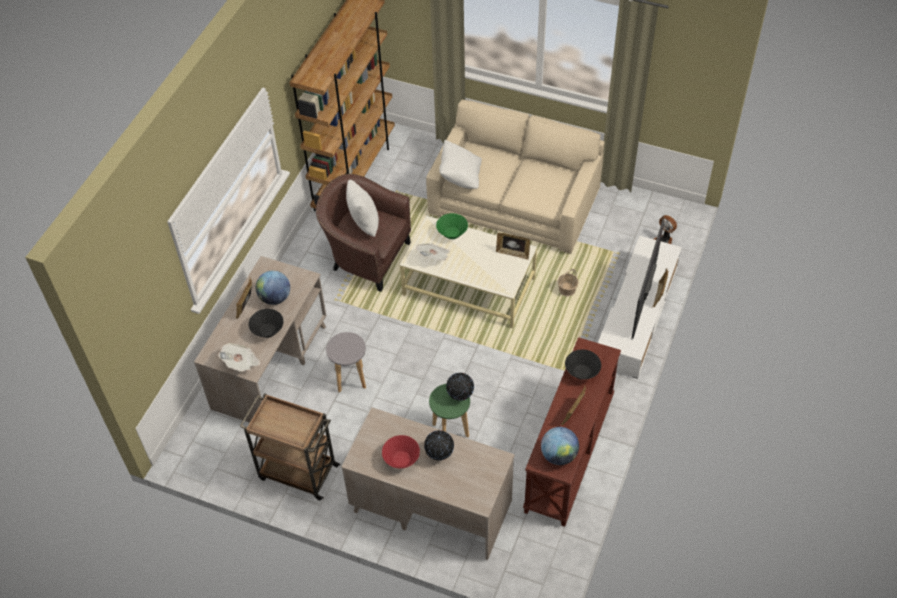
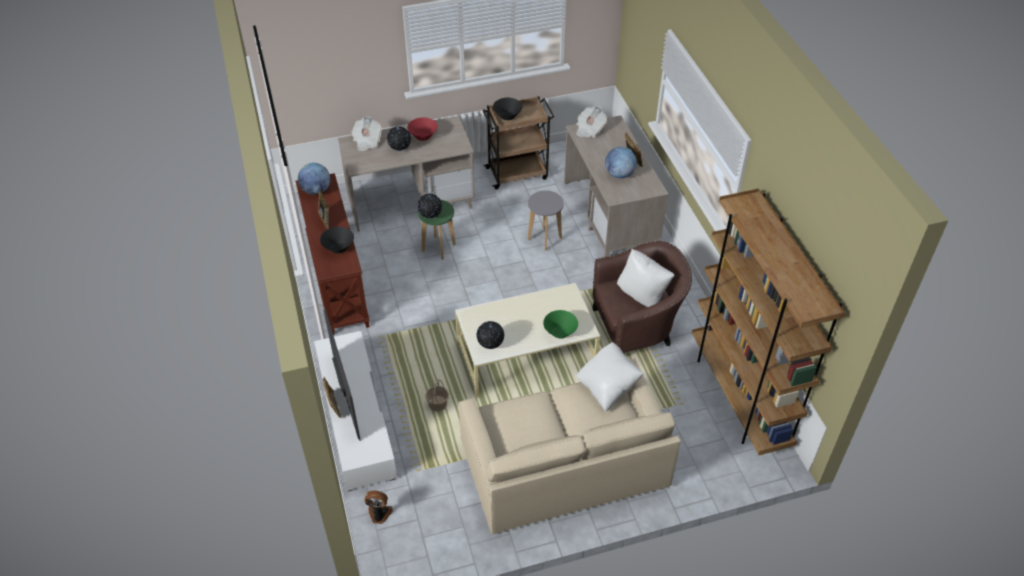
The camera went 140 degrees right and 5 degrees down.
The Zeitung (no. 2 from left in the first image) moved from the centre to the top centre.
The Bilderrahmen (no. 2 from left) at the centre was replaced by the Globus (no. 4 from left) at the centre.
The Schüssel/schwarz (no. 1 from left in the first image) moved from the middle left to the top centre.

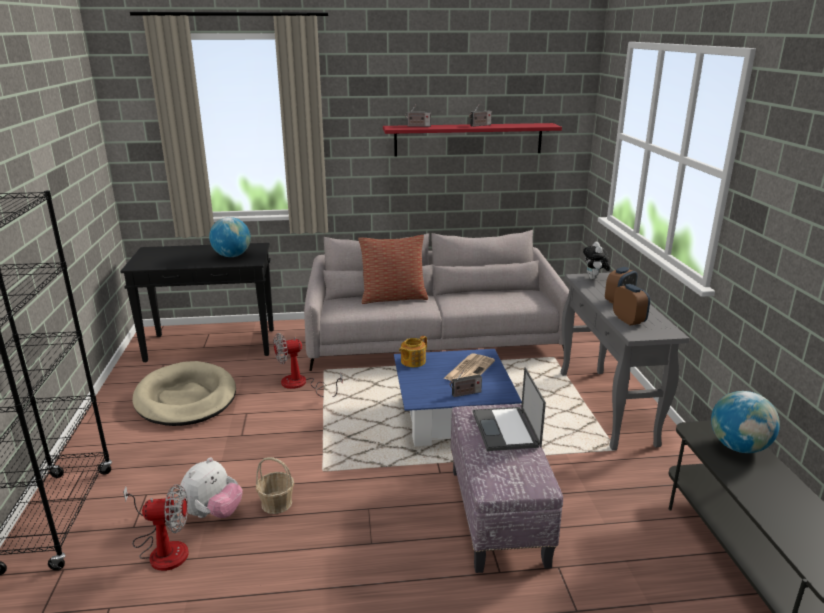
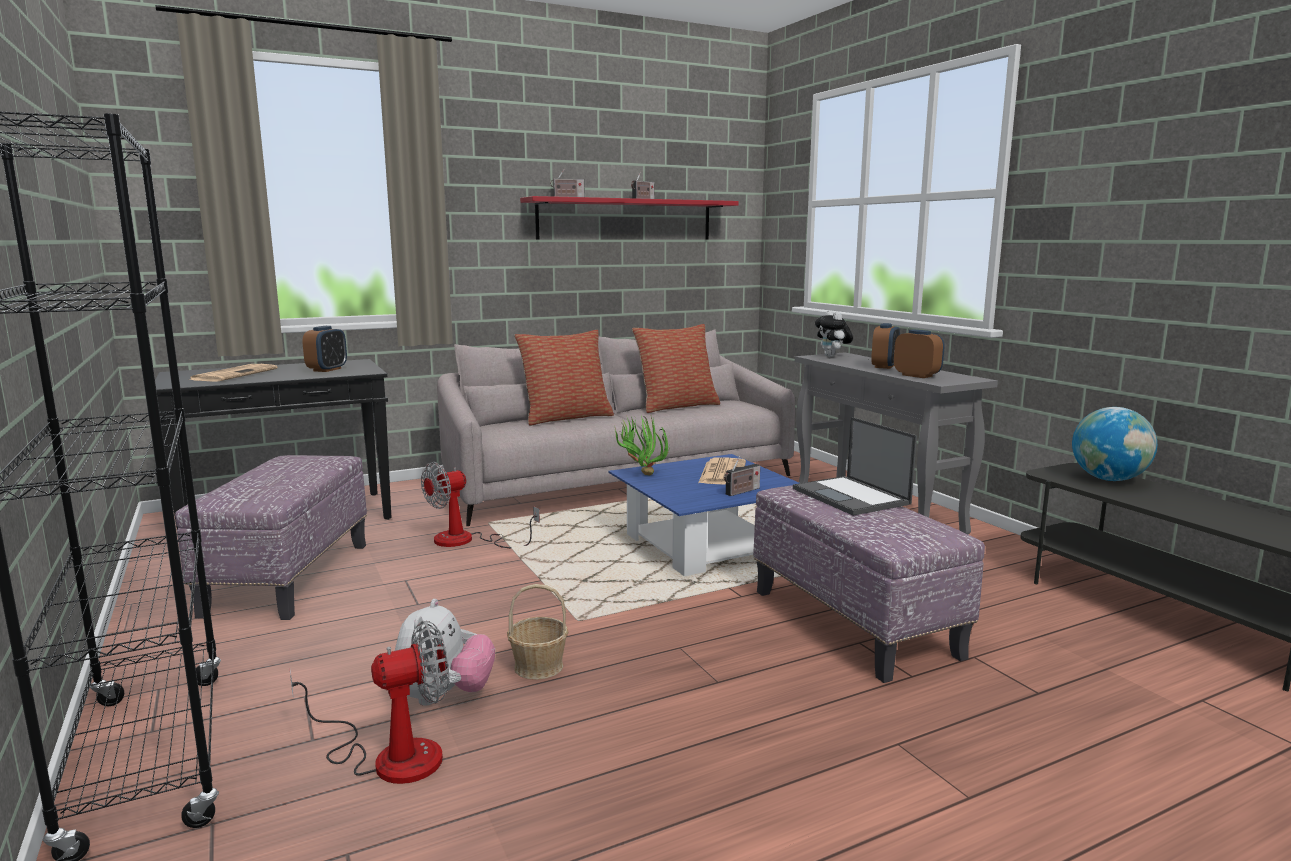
The camera went 20 degrees left and 10 degrees down.
The Hundebett/beige at the middle left was replaced by the Polsterhocker (no. 1 from left) at the middle left.
The Zeitung (no. 1 from left) at the middle left appeared.
The Globus (no. 1 from left) at the middle left was replaced by the Wecker (no. 1 from left) at the middle left.
The Teekanne at the centre was replaced by the Topfpflanze at the centre.
The Kissen (no. 2 from left) at the centre appeared.

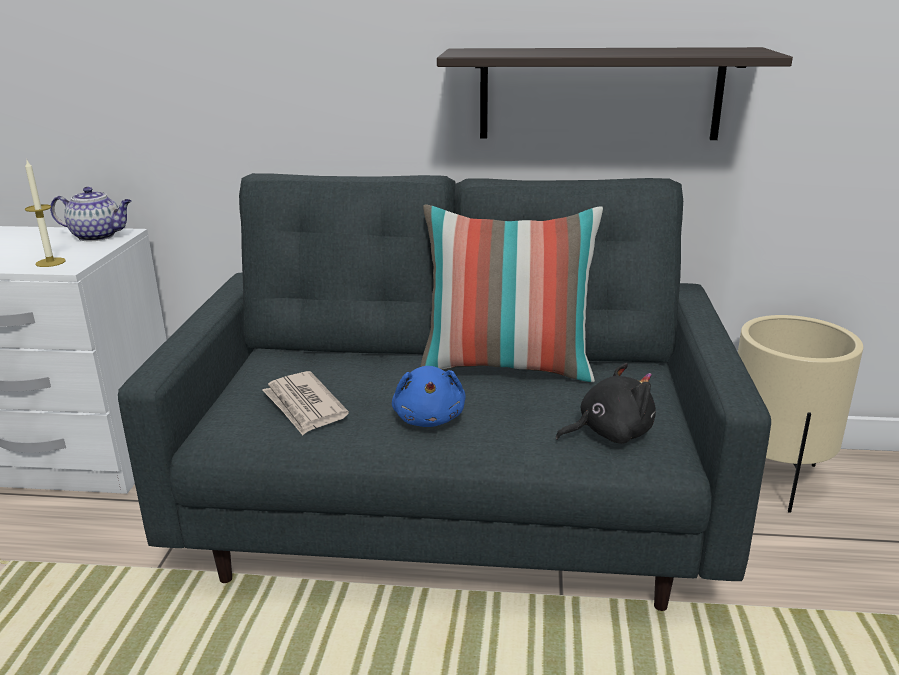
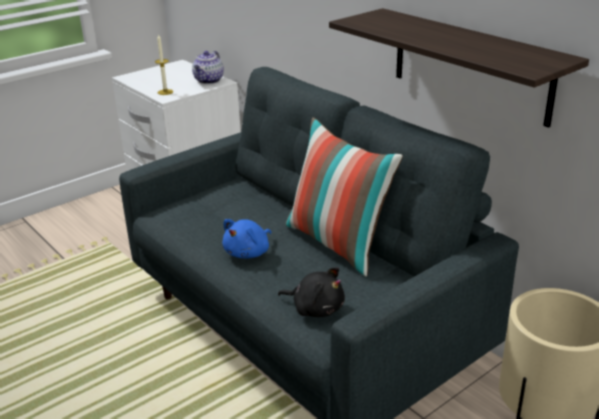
The camera went 45 degrees right and 5 degrees up.
The Teekanne at the top left turned 60 degrees clockwise.
The Zeitung at the centre disappeared.

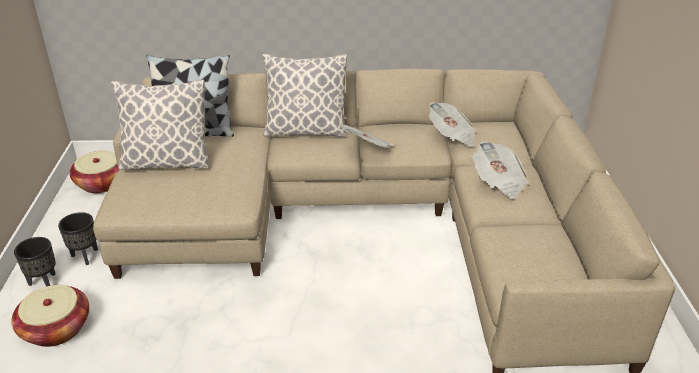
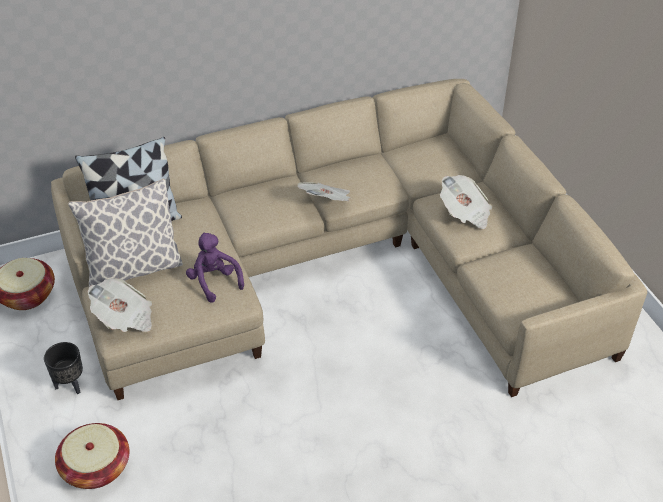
The camera went 20 degrees left and 10 degrees up.
The Zeitung (no. 2 from left in the first image) moved from the top centre to the middle left.
The Plüschtier/lila at the middle left appeared.
The Pflanzkübel/schwarz (no. 1 from left) at the bottom left disappeared.
The Kissen (no. 3 from left) at the top centre disappeared.

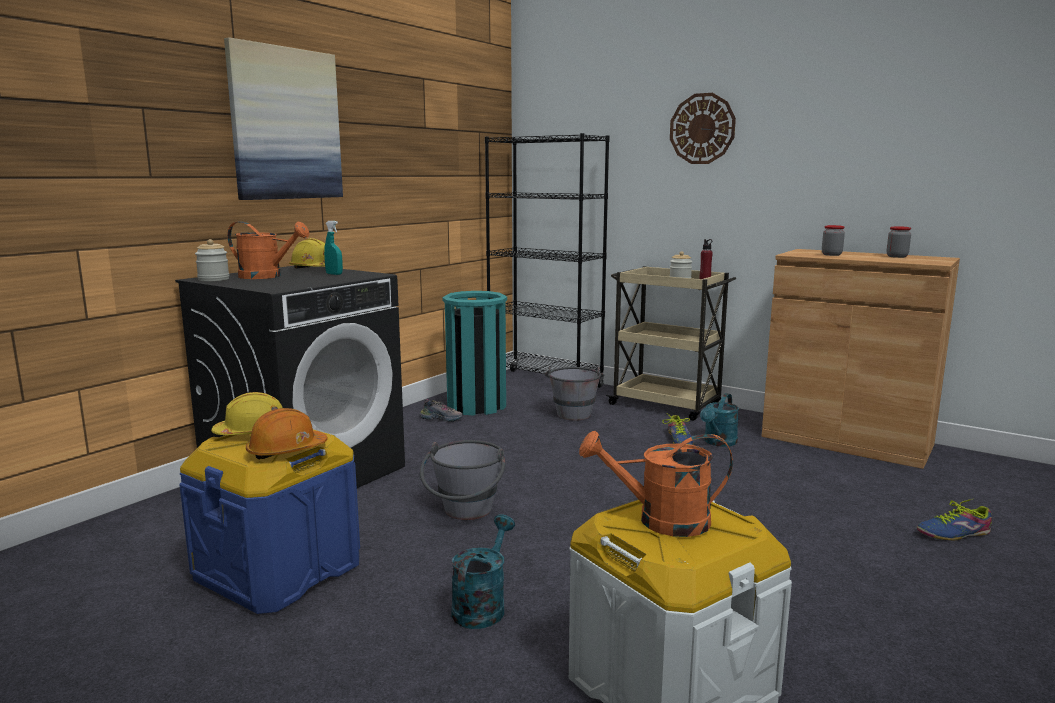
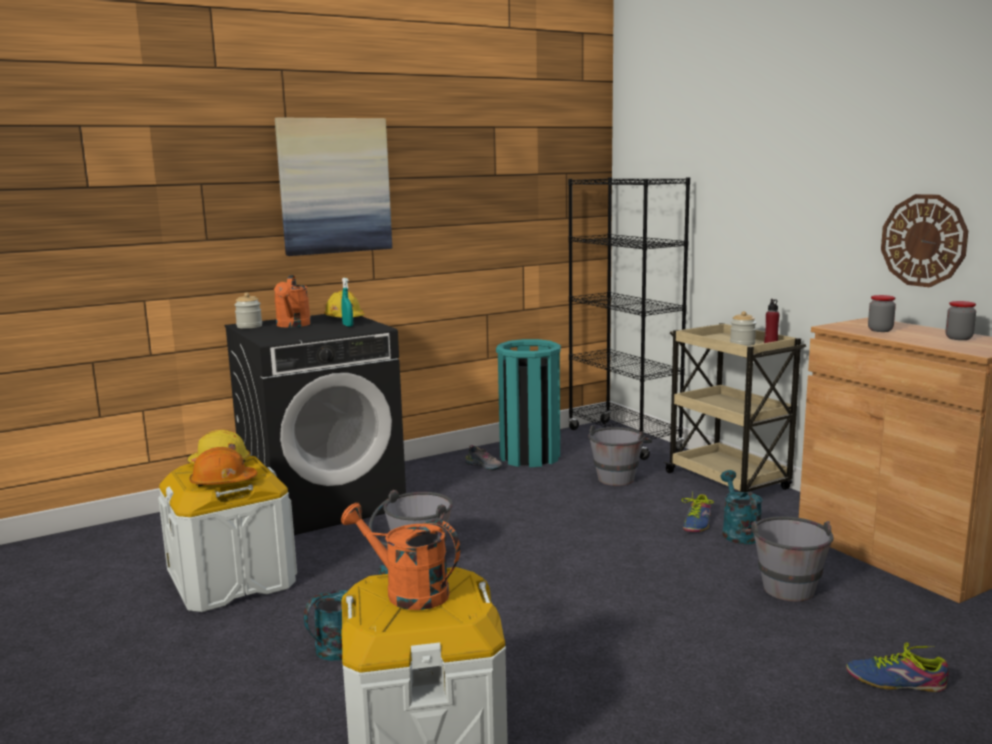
The camera went 25 degrees right and 0 degrees up.
The Aufbewahrungsbox/blau at the bottom left became the Aufbewahrungsbox/weiß (no. 1 from left) at the bottom left.
The Gießkanne/orange (no. 1 from left) at the middle left turned 45 degrees clockwise.
The Gießkanne/türkis (no. 2 from left) at the middle right turned 120 degrees clockwise.
The Eimer/grau (no. 3 from left) at the bottom right appeared.
The Wanduhr moved from the top centre to the top right.

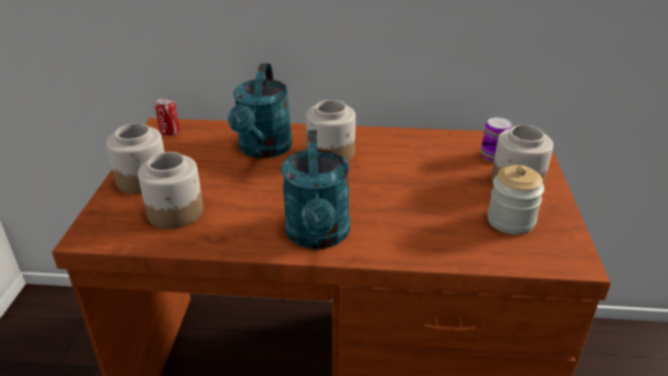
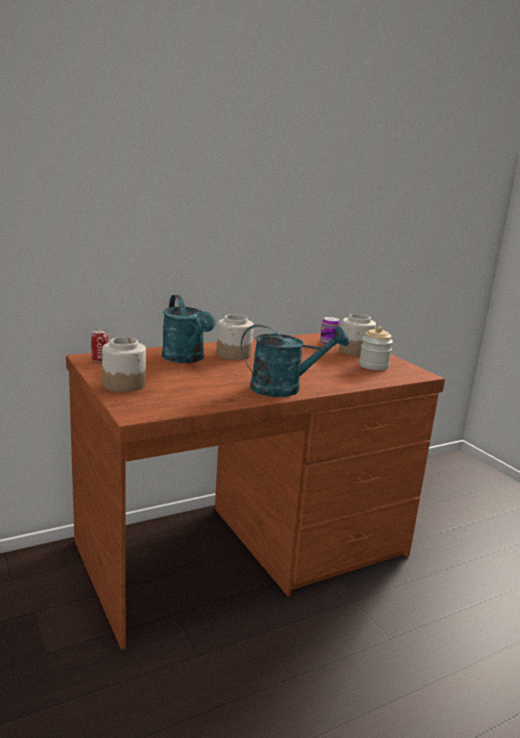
The camera went 35 degrees left and 15 degrees down.
The Gießkanne/türkis (no. 2 from left) at the centre turned 60 degrees counterclockwise.
The Vorratsglas (no. 2 from left) at the middle left disappeared.

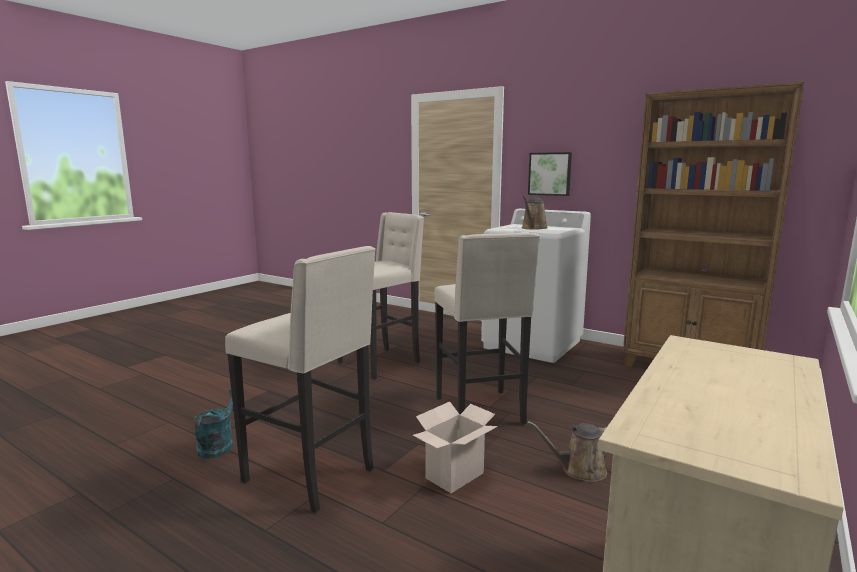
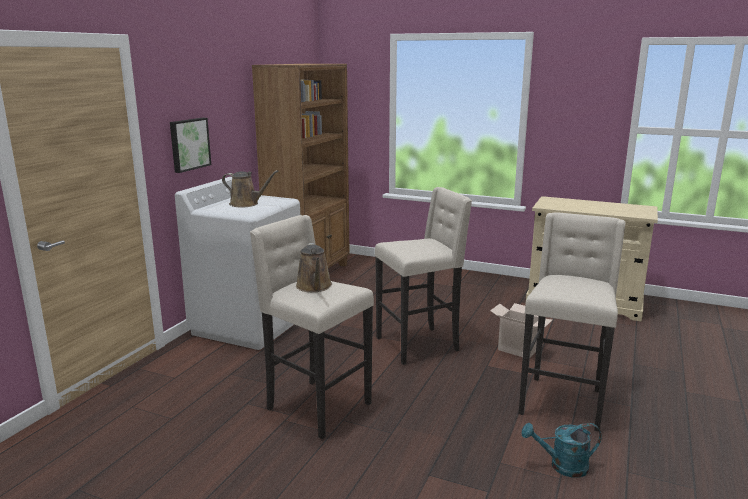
The camera went 100 degrees left and 5 degrees up.
The Gießkanne/braun (no. 2 from left) moved from the bottom centre to the centre.

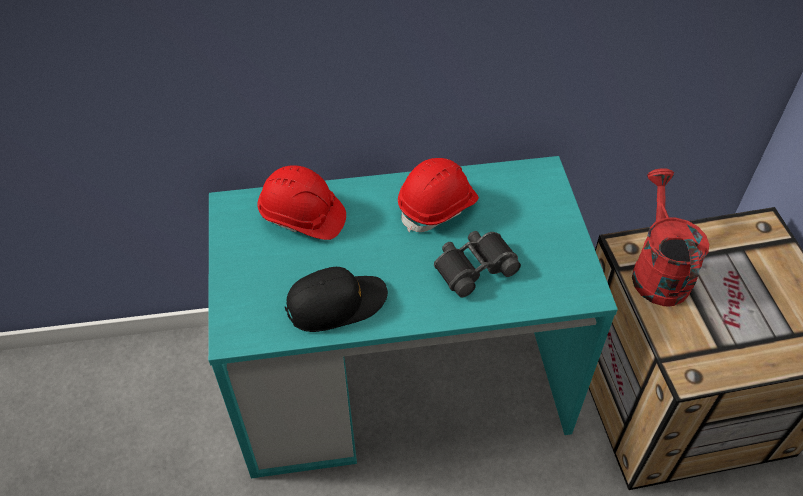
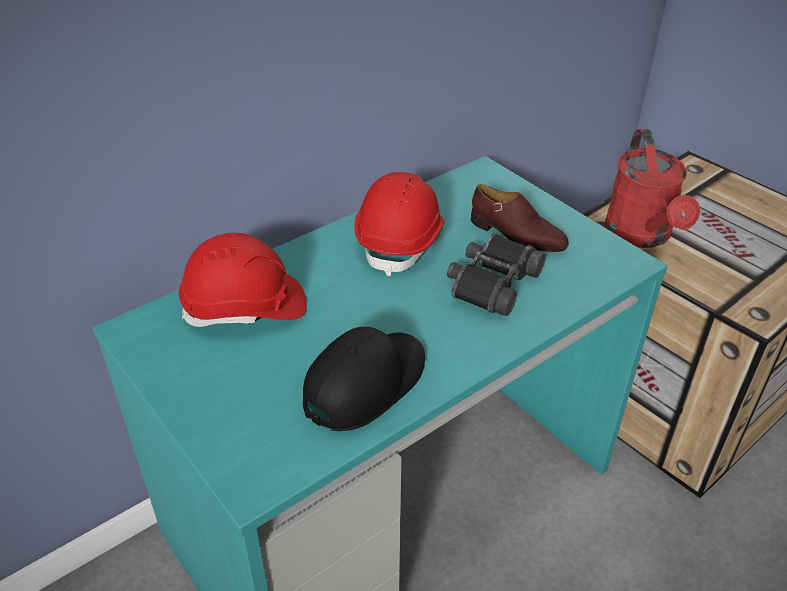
The camera went 30 degrees left and 10 degrees down.
The Schuh/braun at the centre appeared.
The Gießkanne/rot at the middle right turned 150 degrees counterclockwise.

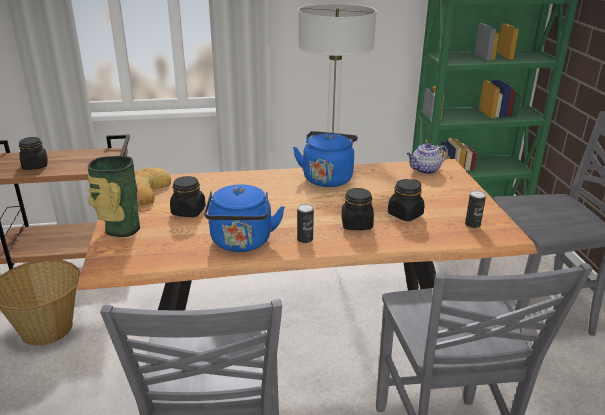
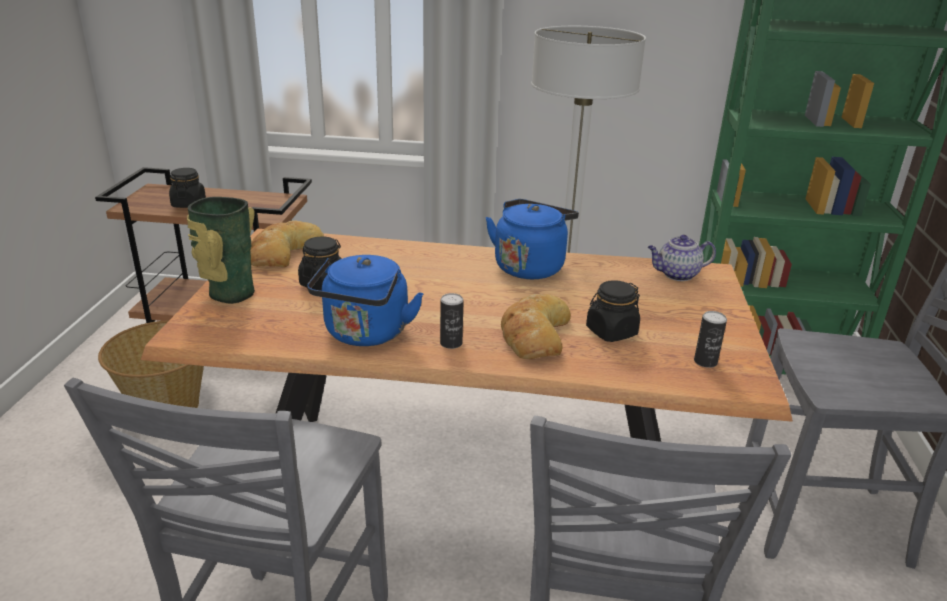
The camera went 15 degrees right and 0 degrees up.
The Vorratsglas/schwarz (no. 3 from left) at the centre was replaced by the Brot (no. 2 from left) at the centre.

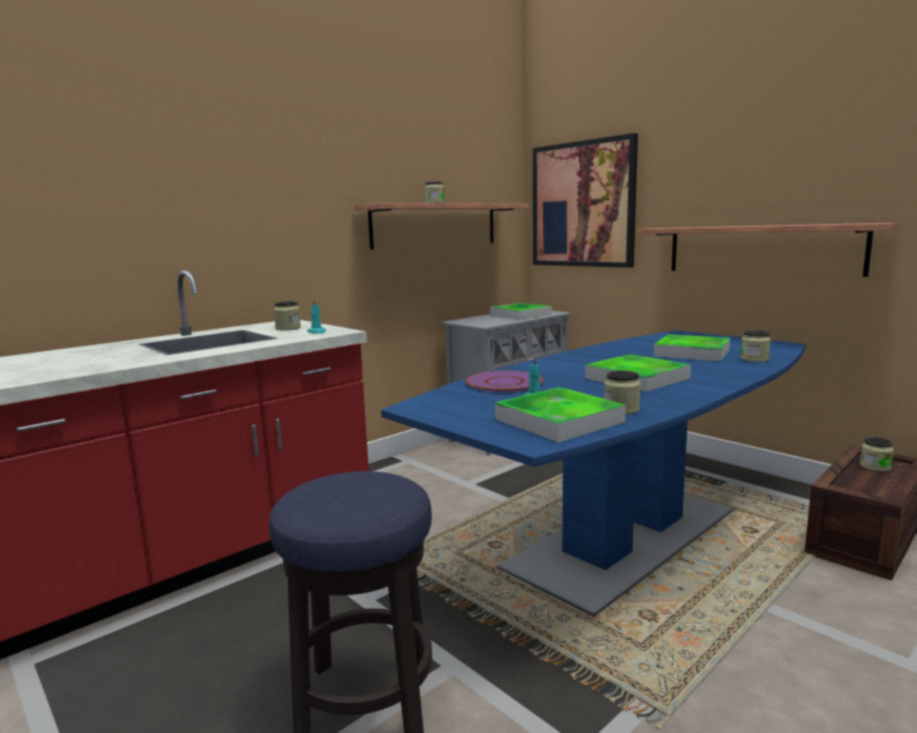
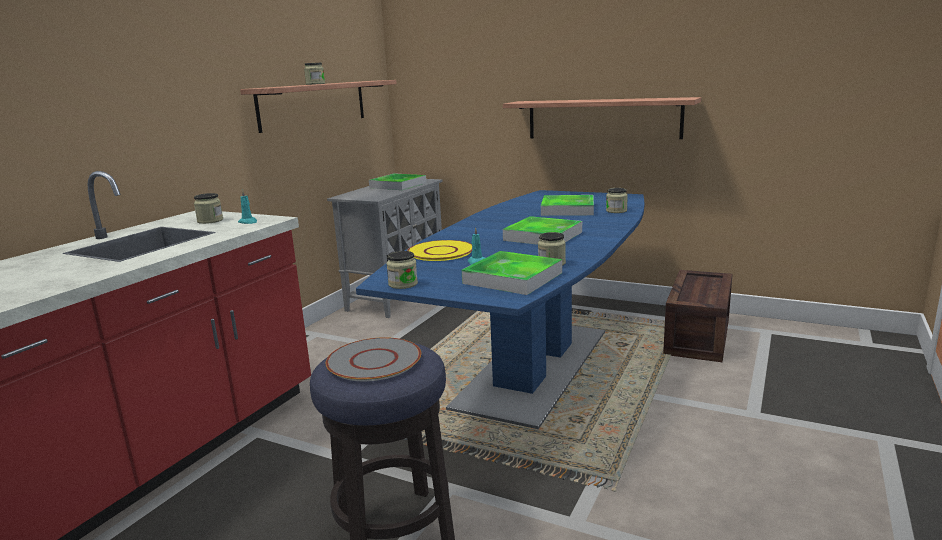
The camera went 20 degrees left and 5 degrees up.
The Teller/grau at the centre appeared.
The Vorratsglas (no. 5 from left in the first image) moved from the middle right to the centre.
The Teller/lila at the centre became the Teller/gelb at the centre.
The Bild at the top centre disappeared.

